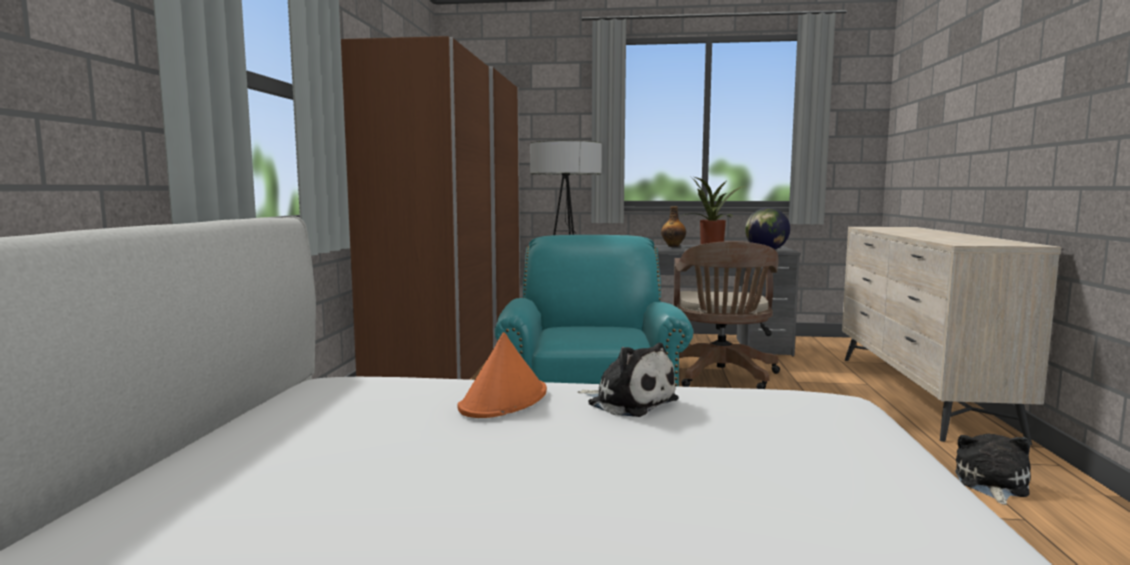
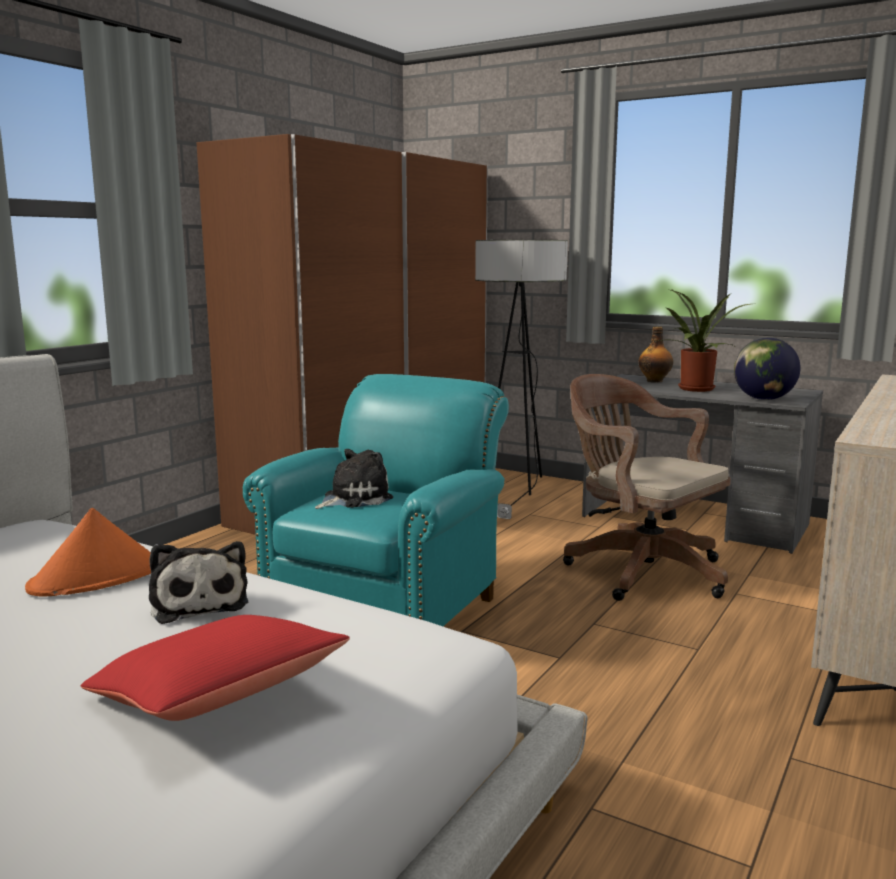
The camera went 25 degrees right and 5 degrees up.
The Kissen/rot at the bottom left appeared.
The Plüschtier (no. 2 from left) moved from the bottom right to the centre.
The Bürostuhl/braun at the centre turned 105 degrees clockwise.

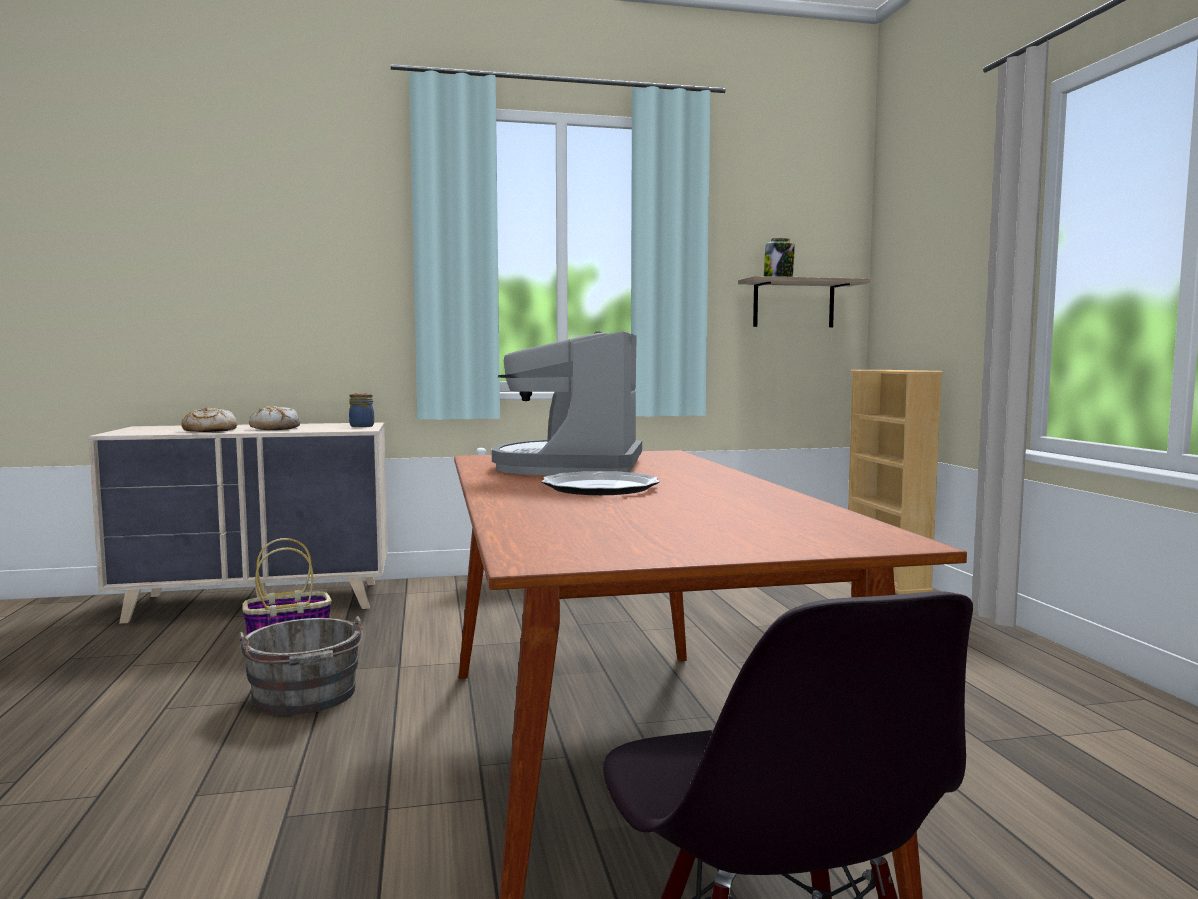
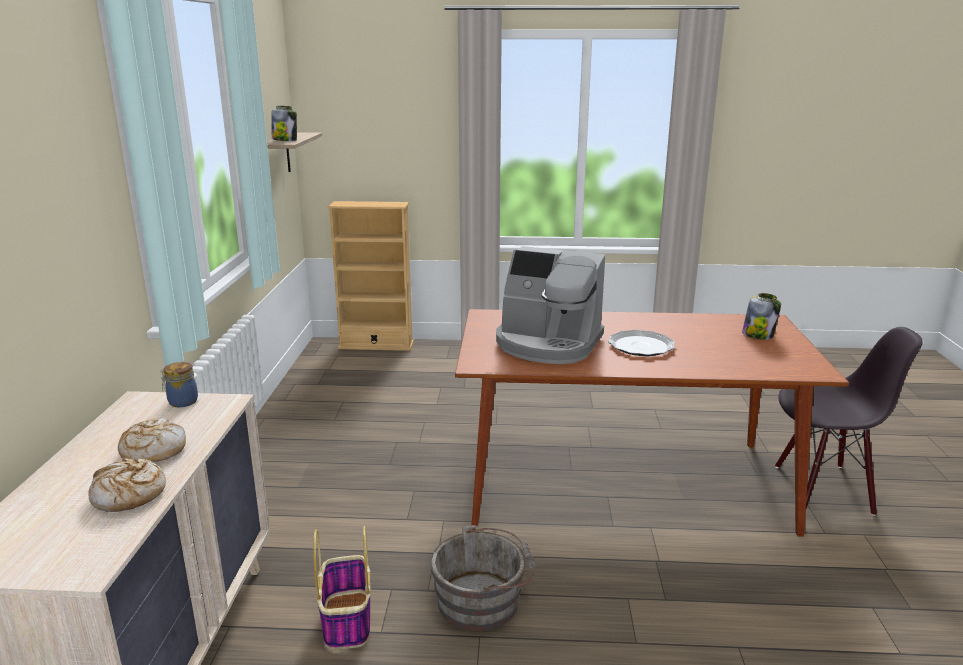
The camera went 75 degrees left and 15 degrees up.
The Vorratsglas (no. 3 from left) at the middle right appeared.

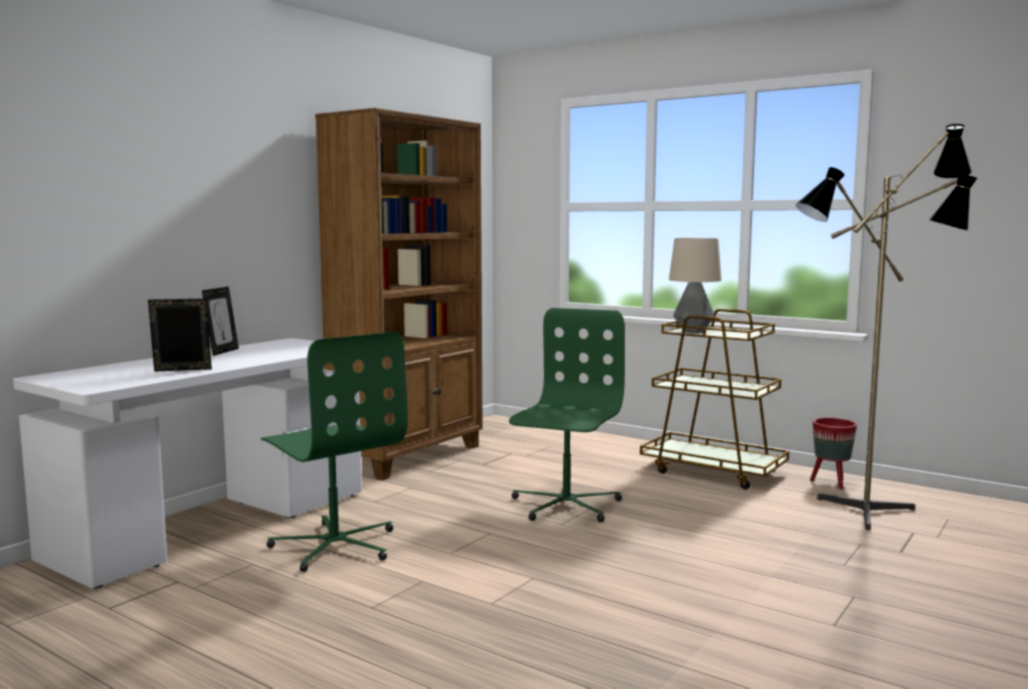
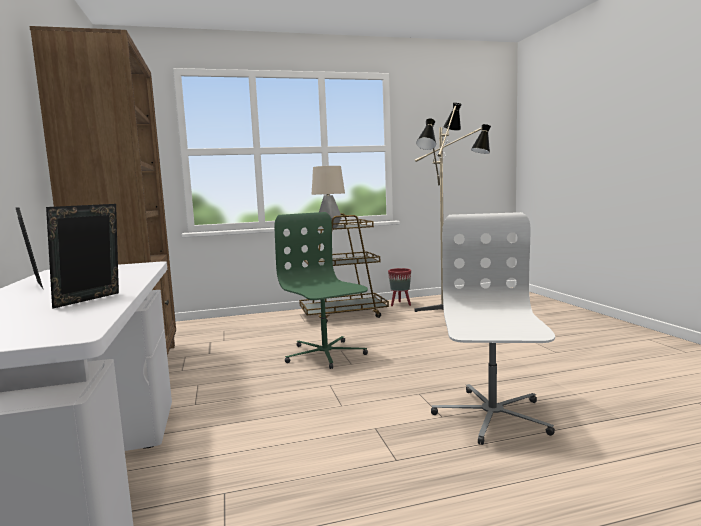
The camera went 50 degrees left and 0 degrees up.
The Bürostuhl/weiß at the middle right appeared.
The Bürostuhl/grün (no. 1 from left) at the middle left disappeared.

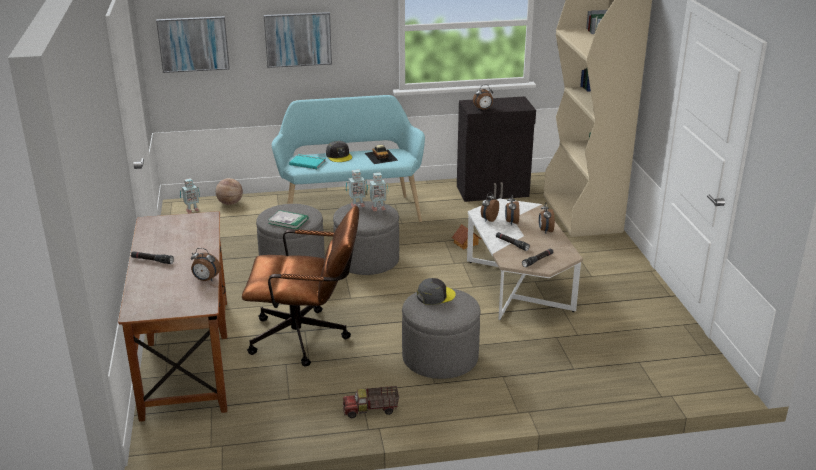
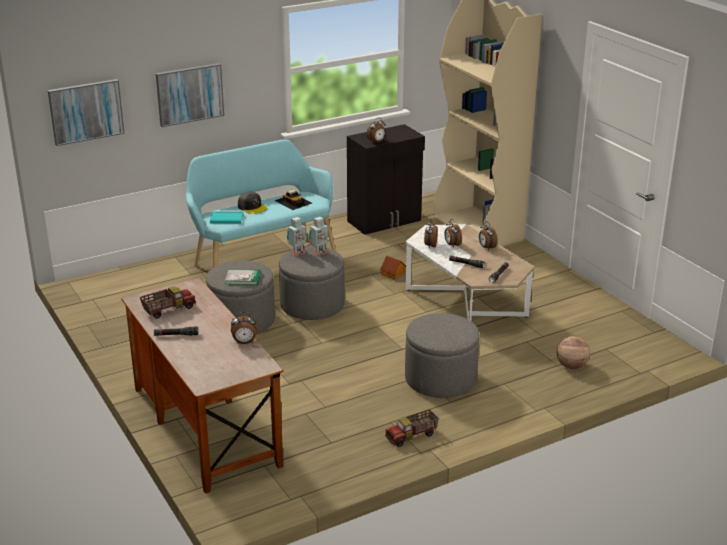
The camera went 20 degrees left and 0 degrees up.
The Spielzeuglaster (no. 1 from left) at the middle left appeared.
The Basketball moved from the middle left to the middle right.
The Spielzeugroboter (no. 1 from left) at the middle left disappeared.
The Bürostuhl/braun at the centre disappeared.
The Kappe/grau (no. 2 from left) at the centre disappeared.

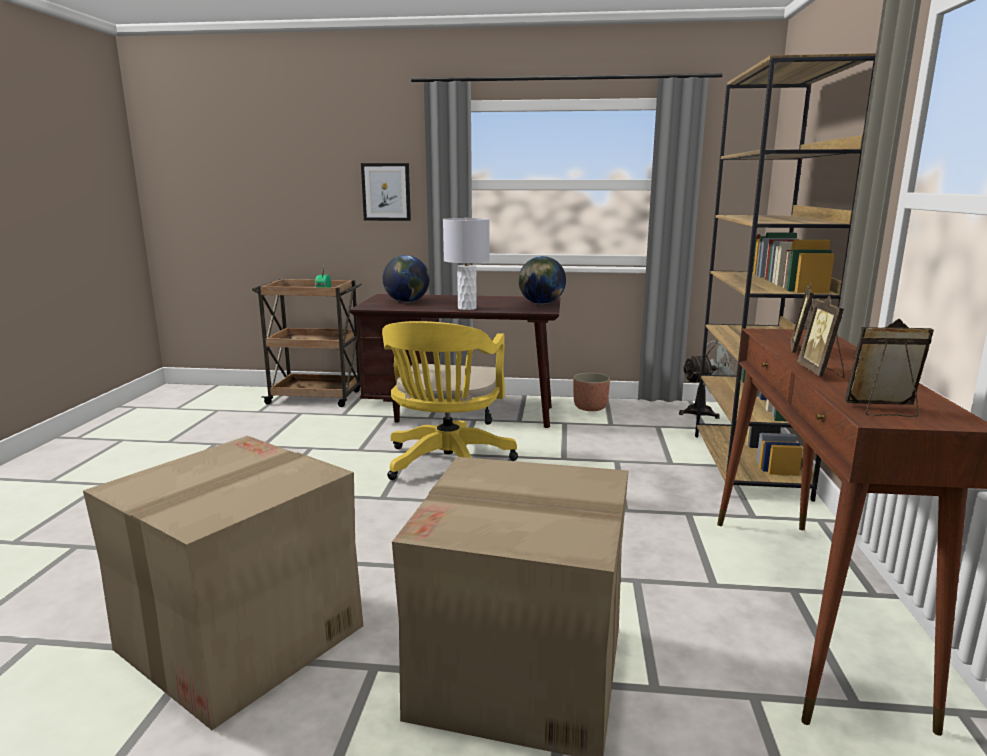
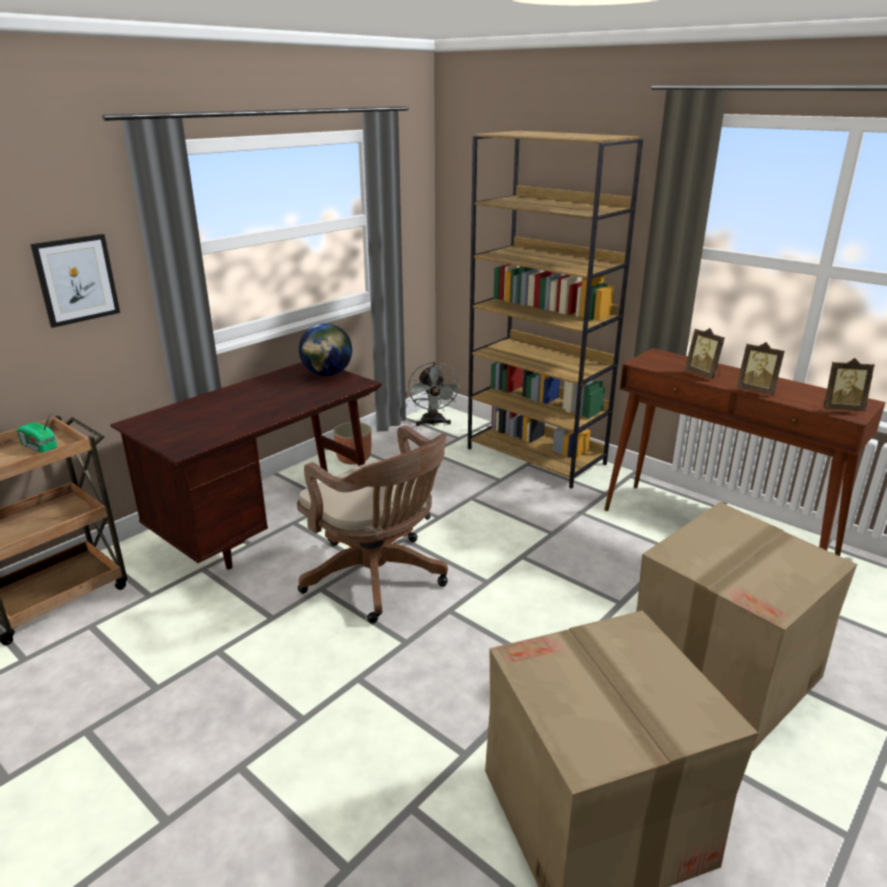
The camera went 55 degrees left and 10 degrees up.
The Bürostuhl/gelb at the centre became the Bürostuhl/braun at the centre.
The Ventilator/grau at the middle right turned 150 degrees clockwise.
The Bilderrahmen (no. 3 from left) at the middle right turned 120 degrees counterclockwise.
The Globus (no. 1 from left) at the centre disappeared.
The Tischlampe/grau at the centre disappeared.

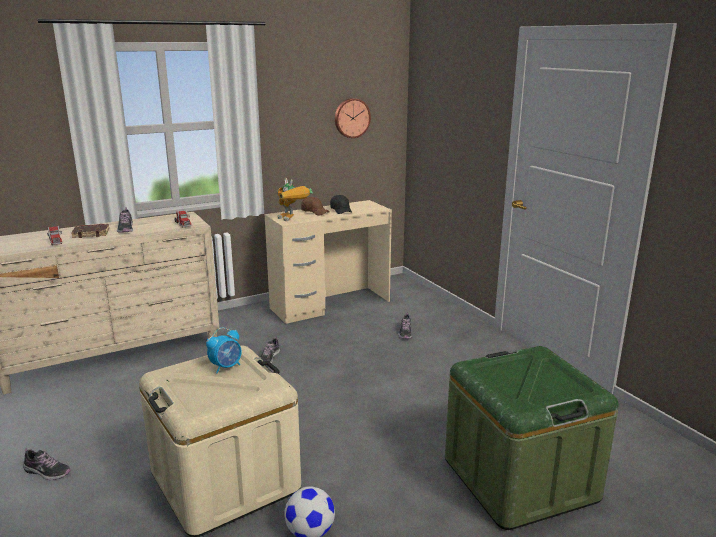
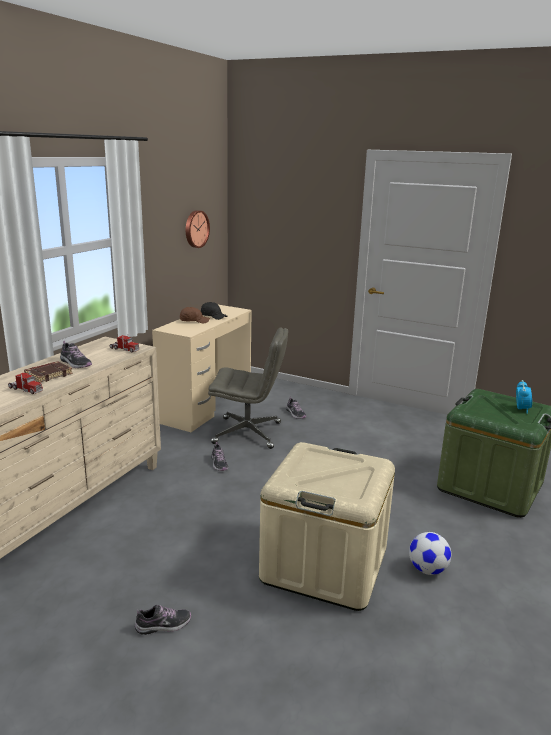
The camera went 35 degrees left and 0 degrees up.
The Bürostuhl/grau at the centre appeared.
The Wecker moved from the middle left to the middle right.
The Spielzeugroboter at the centre disappeared.

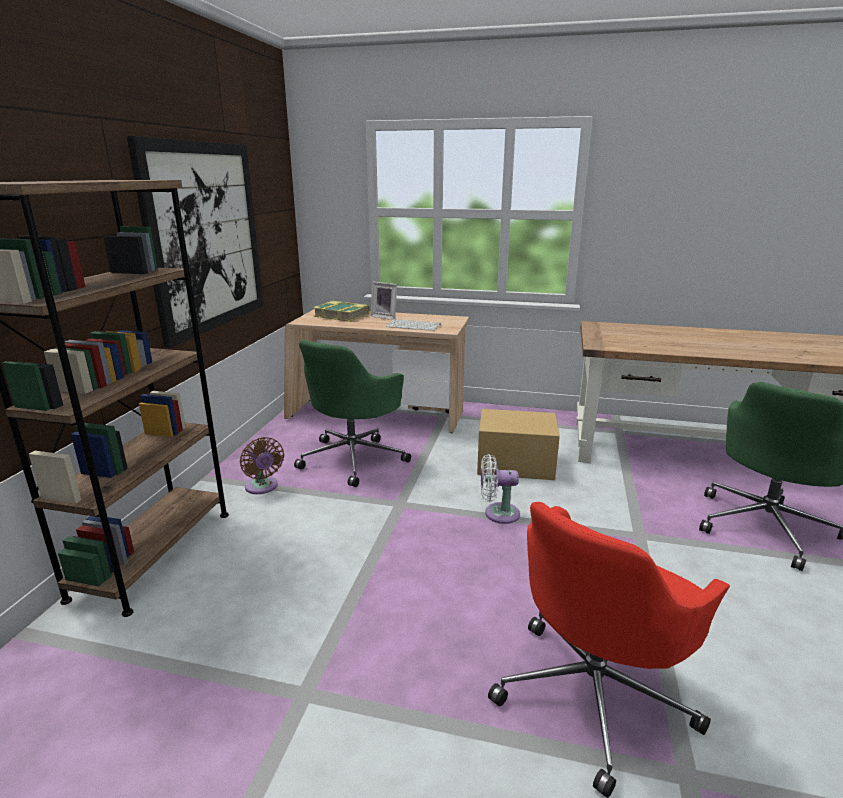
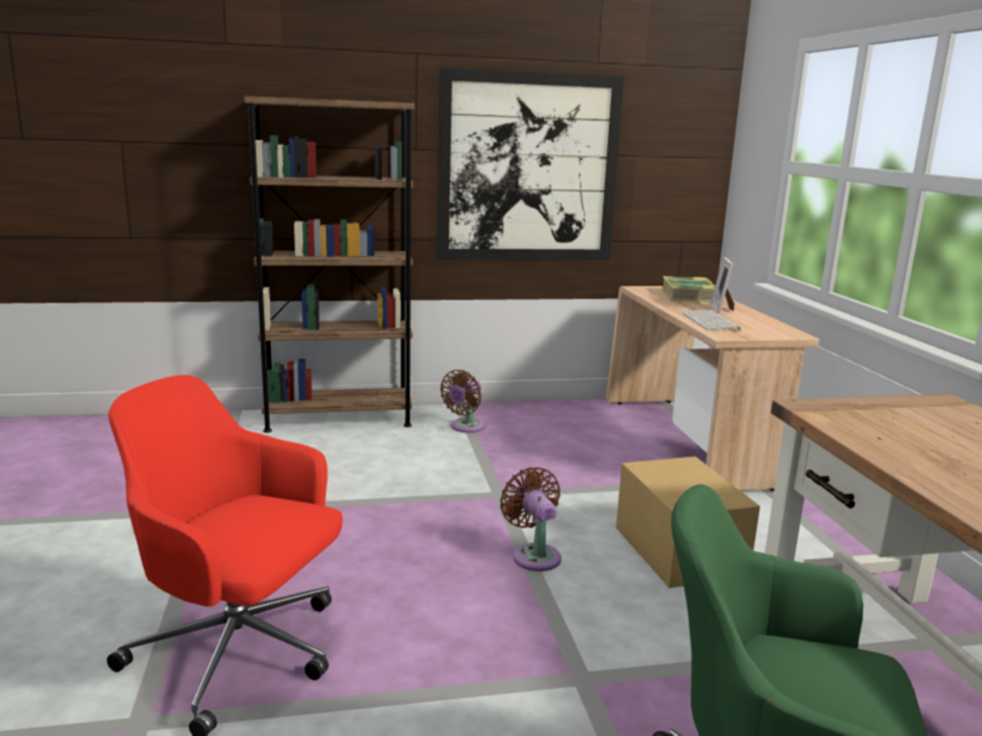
The camera went 65 degrees right and 5 degrees down.
The Ventilator/weiß at the centre became the Ventilator/braun (no. 2 from left) at the bottom centre.
The Bürostuhl/grün (no. 1 from left) at the centre disappeared.

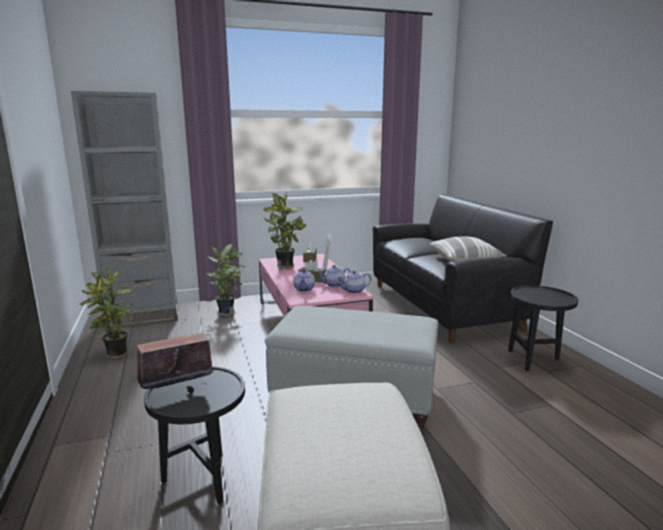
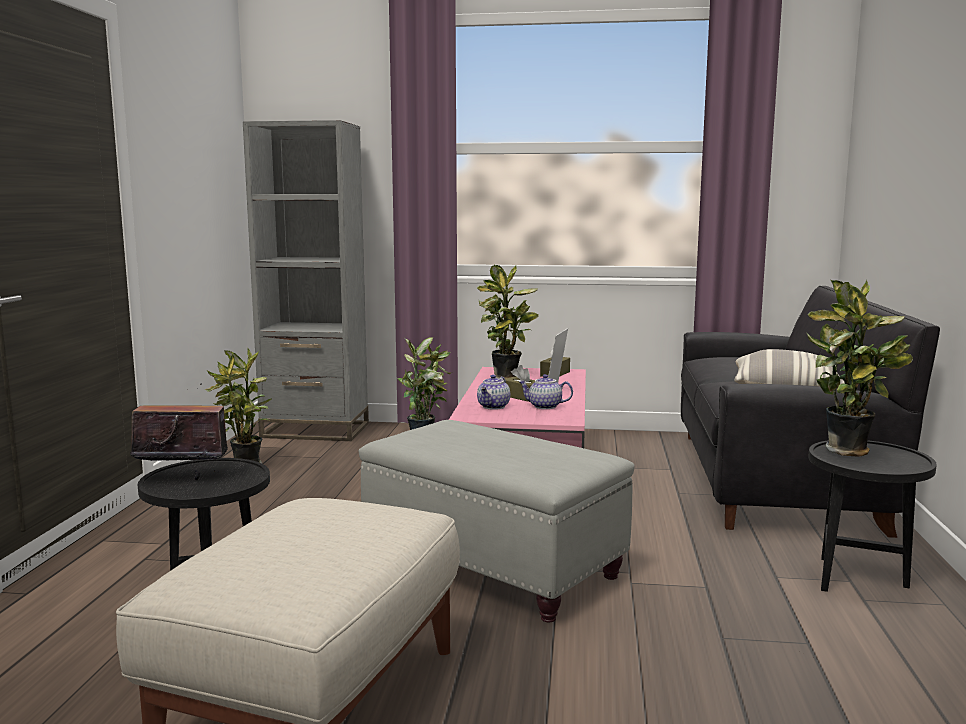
The camera went 25 degrees right and 5 degrees down.
The Topfpflanze (no. 4 from left) at the middle right appeared.
The Teekanne (no. 3 from left) at the centre disappeared.

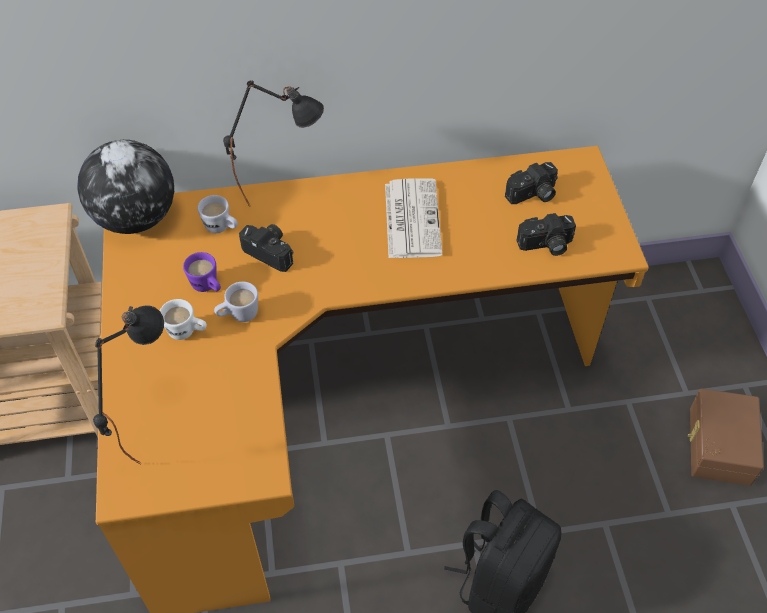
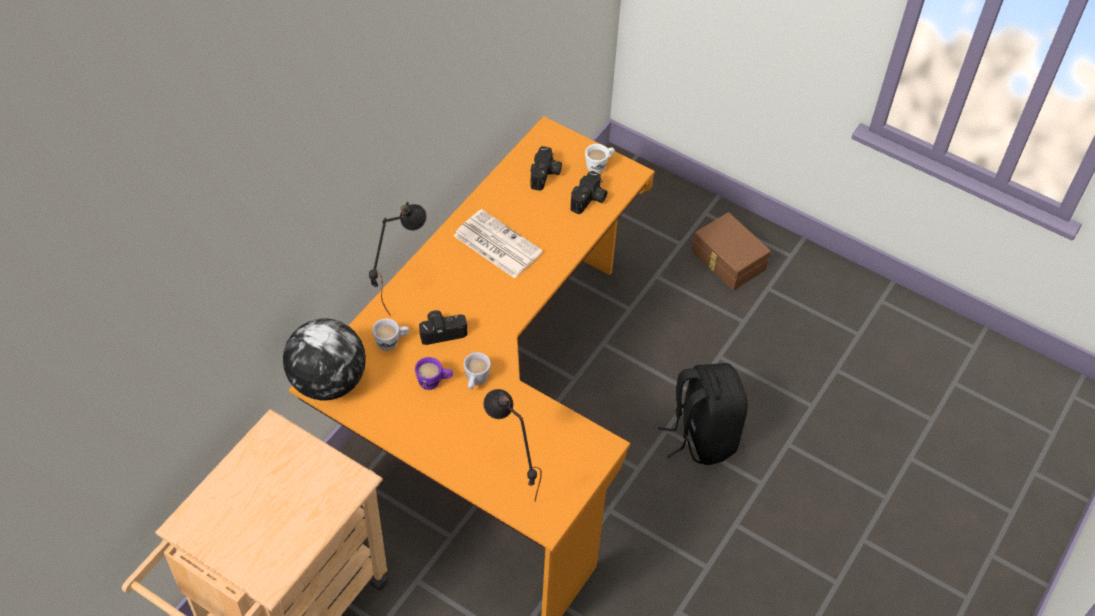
The camera went 50 degrees left and 0 degrees up.
The Henkelbecher/weiß (no. 1 from left in the first image) moved from the middle left to the top centre.

